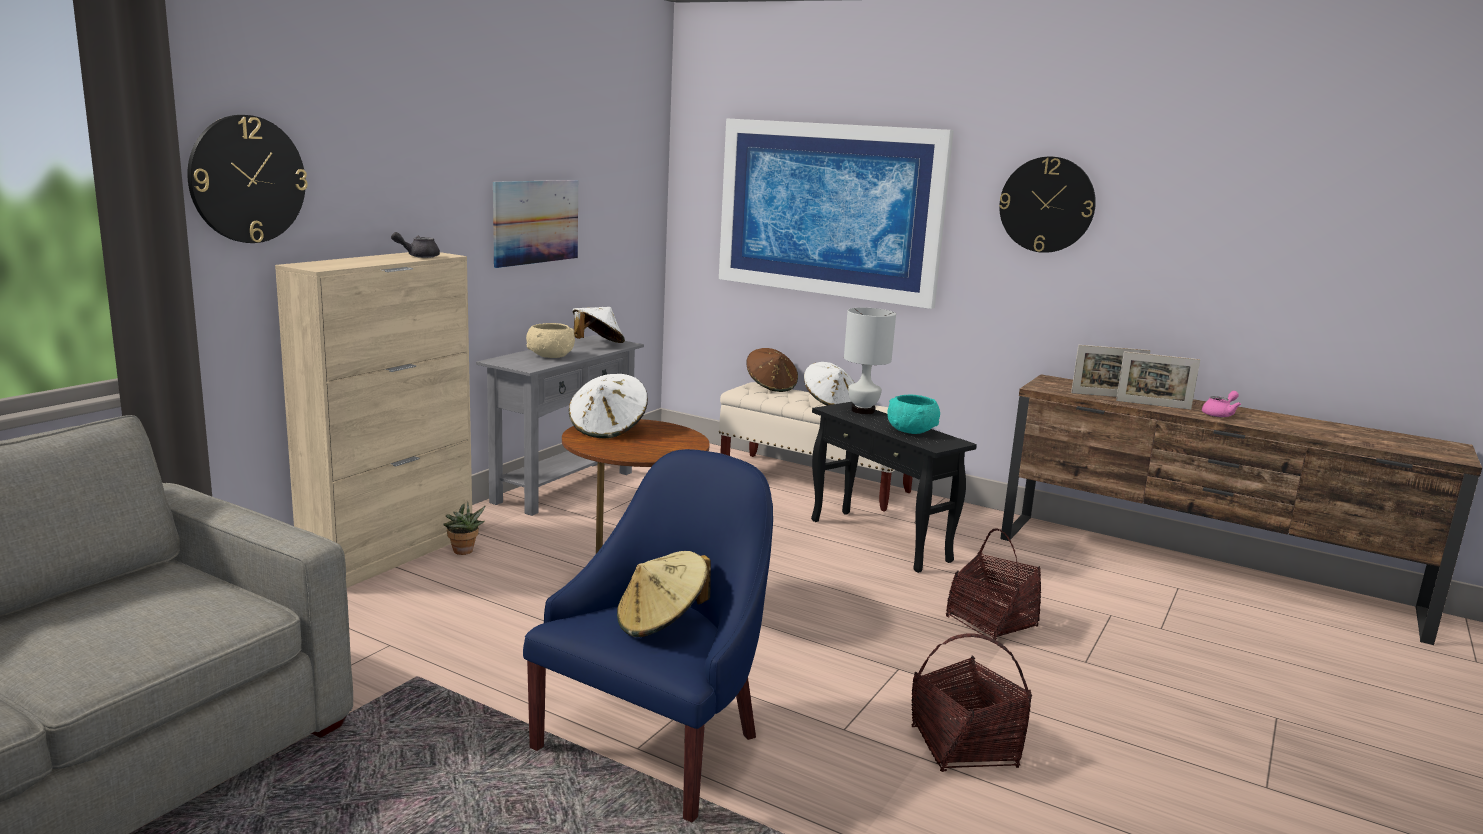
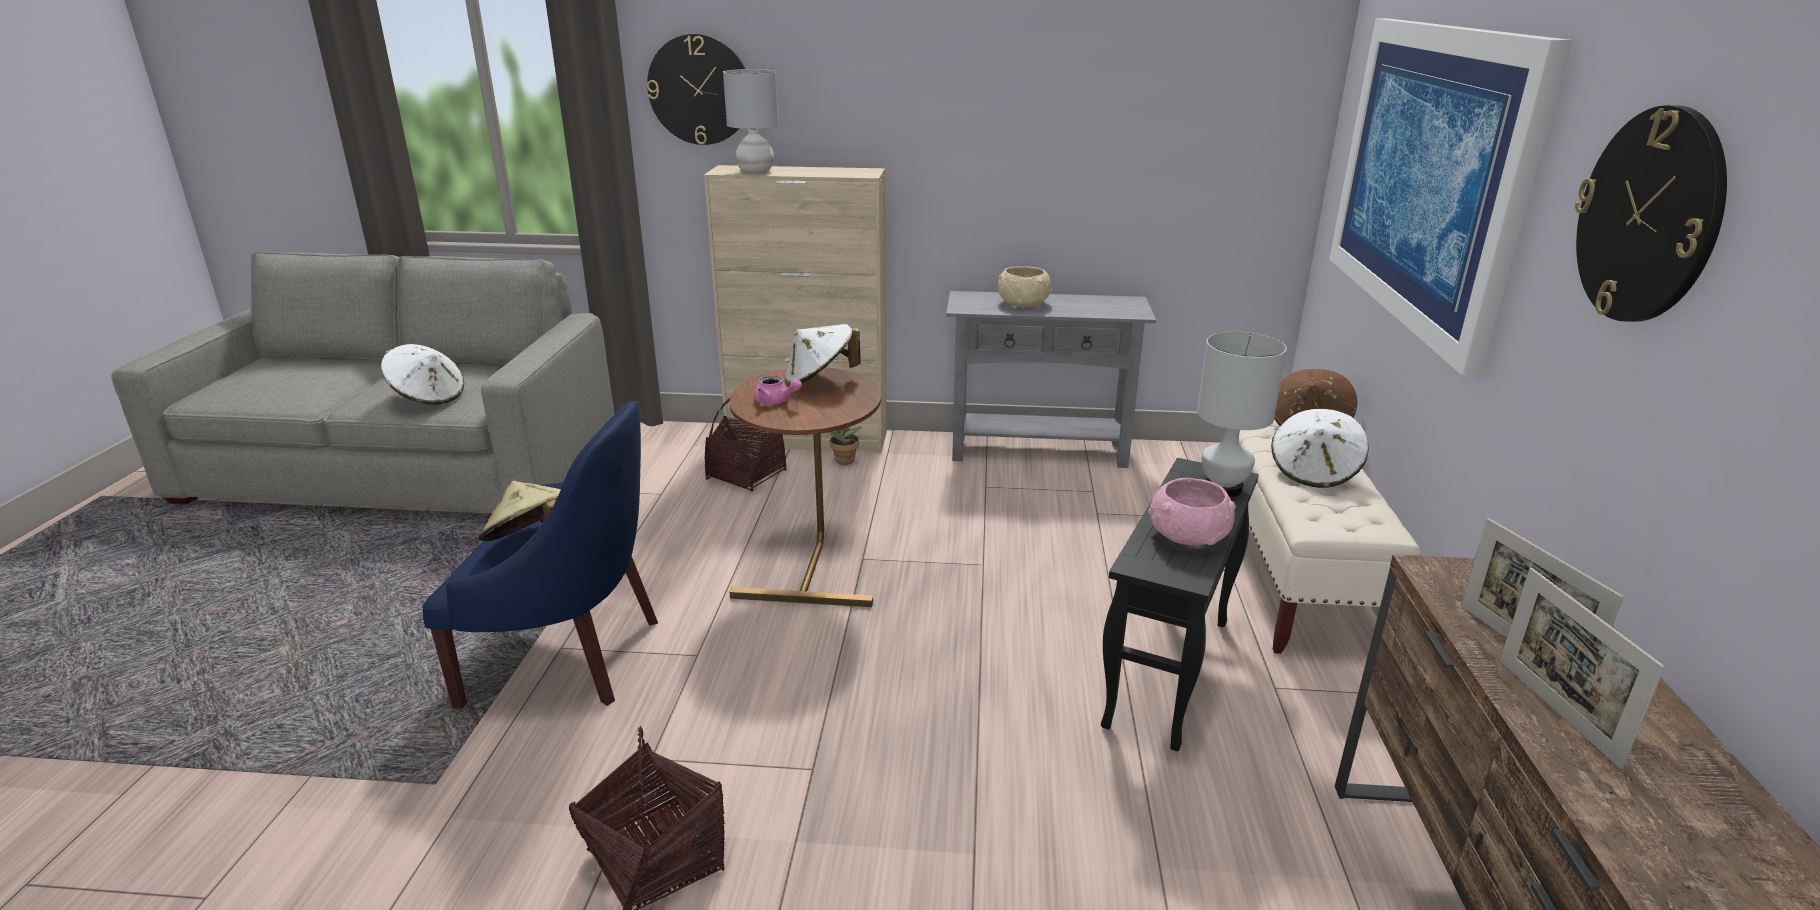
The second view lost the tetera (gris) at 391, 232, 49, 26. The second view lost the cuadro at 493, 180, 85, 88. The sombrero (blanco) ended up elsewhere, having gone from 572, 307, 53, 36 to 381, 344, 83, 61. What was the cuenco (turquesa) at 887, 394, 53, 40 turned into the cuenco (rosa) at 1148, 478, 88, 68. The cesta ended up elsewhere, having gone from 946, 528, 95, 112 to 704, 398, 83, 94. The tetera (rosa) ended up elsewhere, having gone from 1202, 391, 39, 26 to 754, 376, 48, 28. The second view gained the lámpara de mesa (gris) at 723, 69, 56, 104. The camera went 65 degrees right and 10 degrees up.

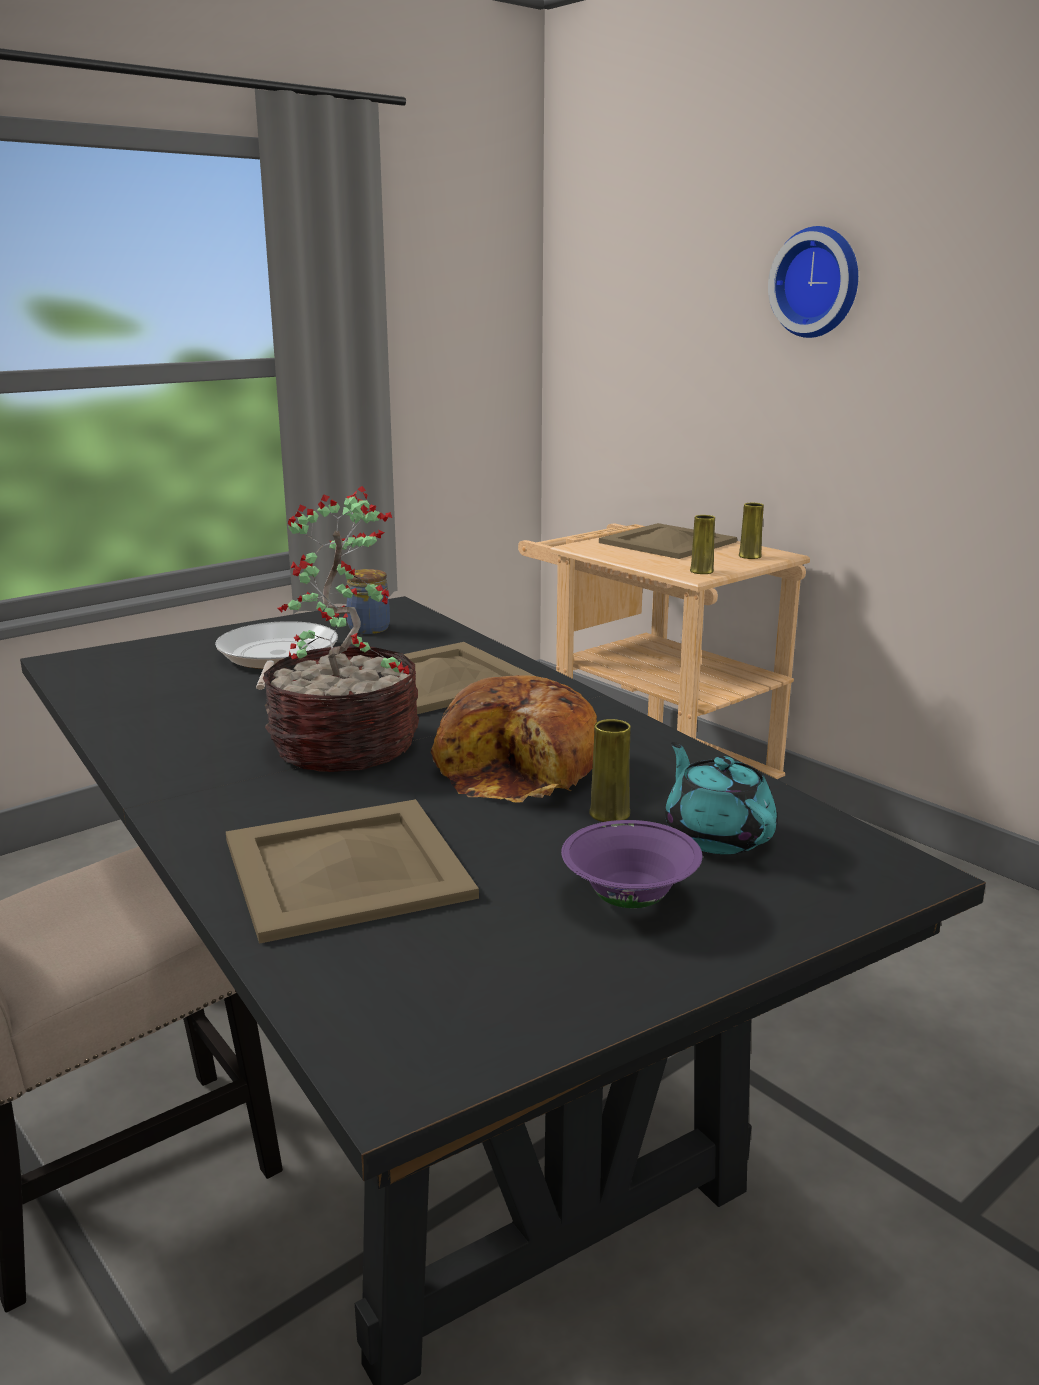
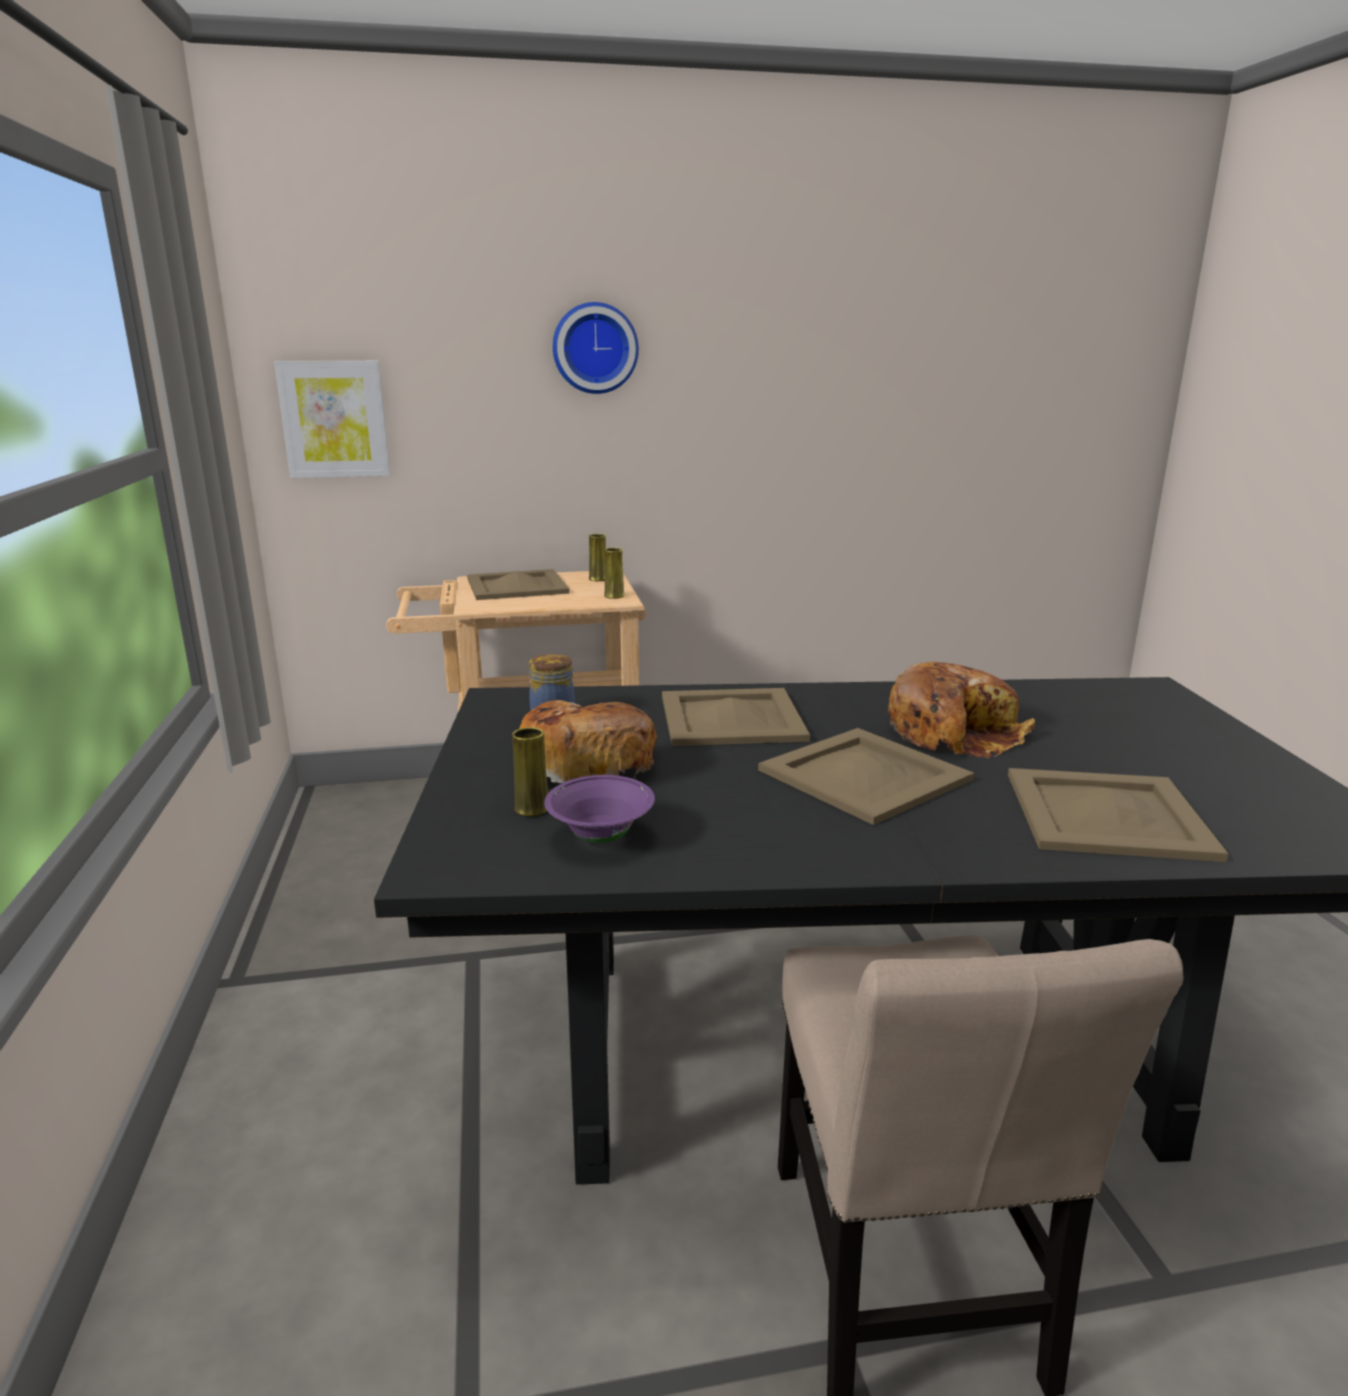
Where the sartén stood at 215, 621, 123, 69, the pan came to stand at 520, 700, 138, 83. Where the planta en maceta stood at 263, 486, 156, 286, the bandeja (beis) came to stand at 758, 728, 216, 97. The cuenco (morado) ended up elsewhere, having gone from 561, 820, 141, 88 to 544, 775, 111, 68. The florero (amarillo) ended up elsewhere, having gone from 589, 719, 42, 103 to 512, 727, 36, 90. The second view lost the tetera (turquesa) at 665, 742, 112, 112. The second view gained the cuadro at 274, 361, 116, 117. The camera went 60 degrees left and 0 degrees up.

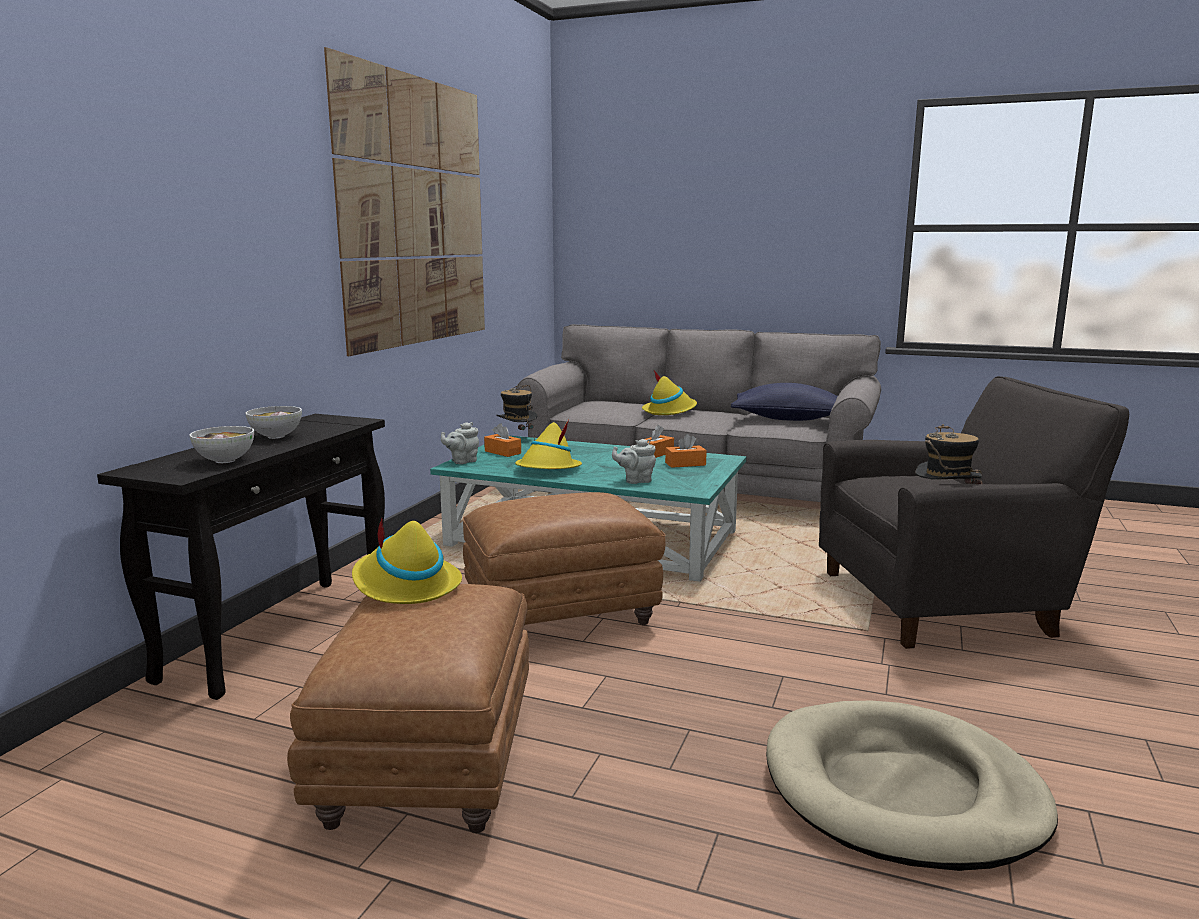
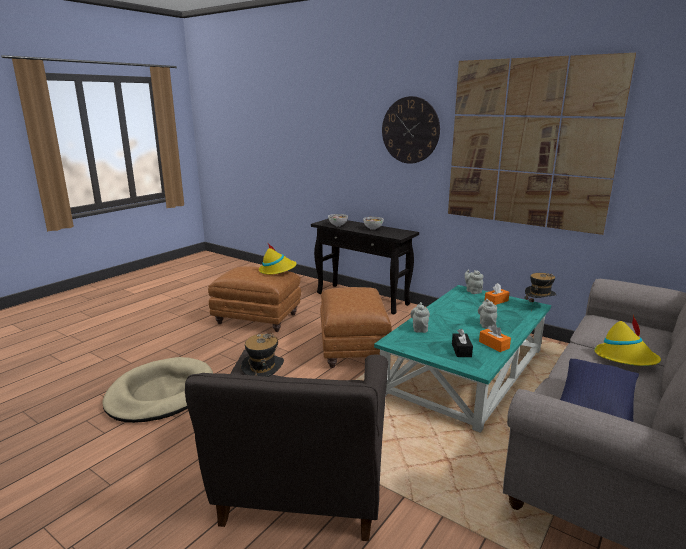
The second view lost the sombrero (amarillo) at 515, 419, 67, 50. What was the caja de pañuelos (naranja) at 665, 434, 42, 34 turned into the caja de pañuelos (negro) at 452, 329, 21, 28. The second view gained the reloj de pared at 382, 96, 58, 68. The second view gained the tetera (gris) at 478, 299, 19, 29. The camera went 105 degrees right and 5 degrees up.

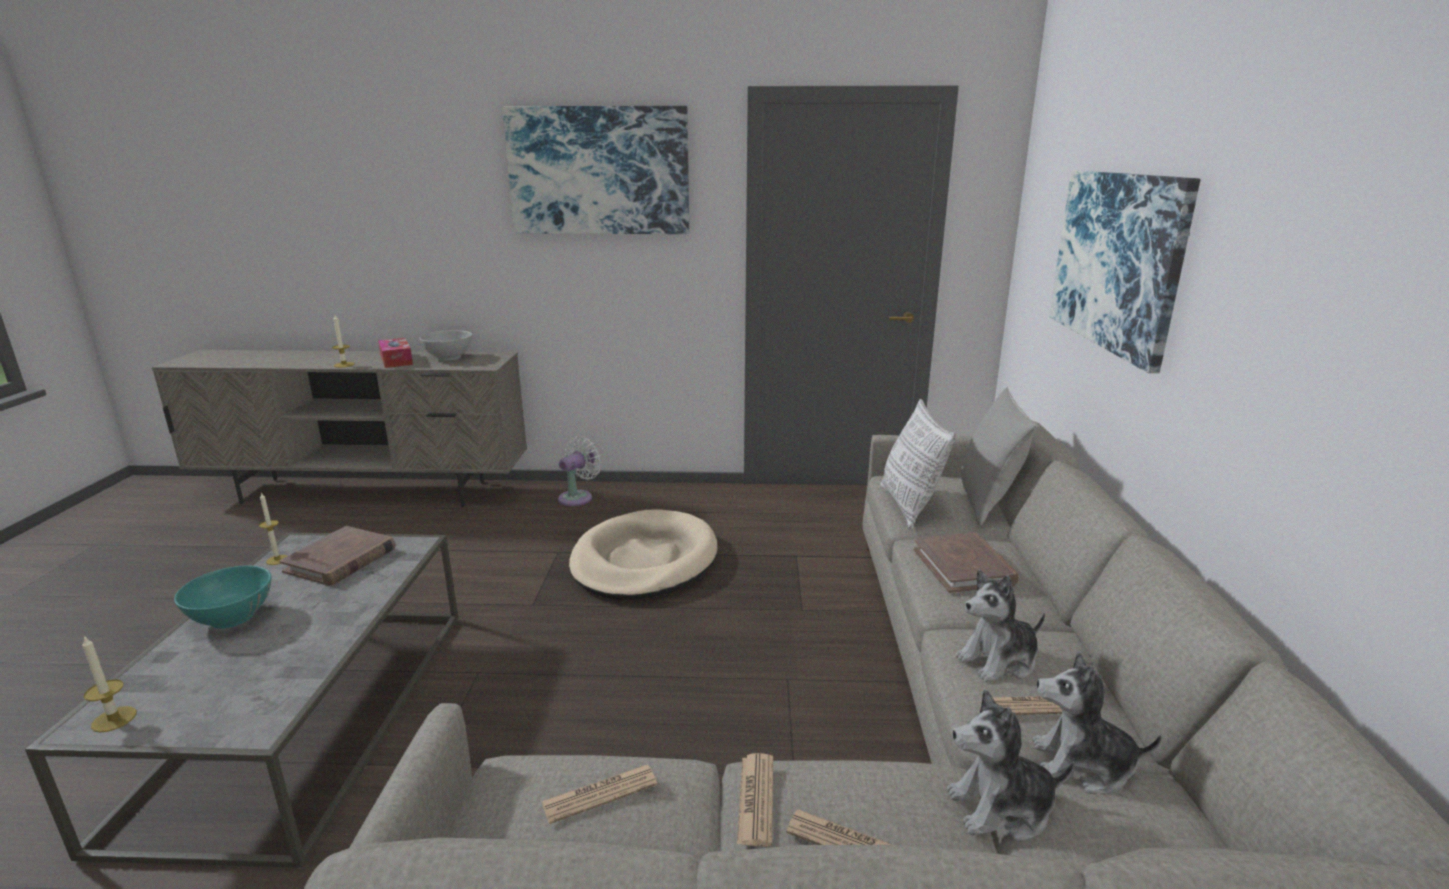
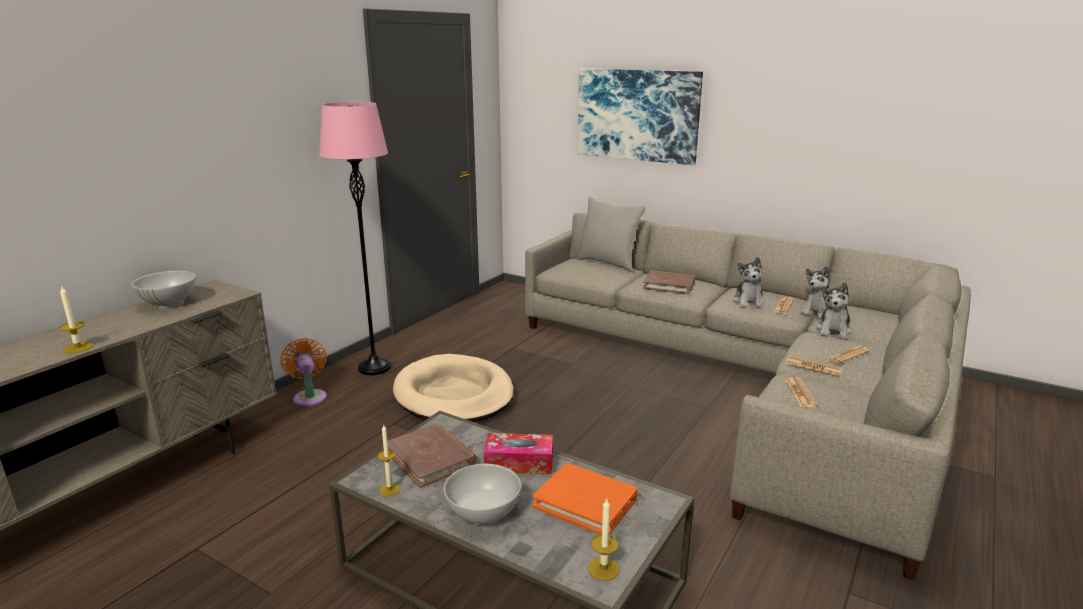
What was the cuenco (turquesa) at 174, 566, 97, 63 turned into the cuenco (blanco) at 443, 464, 78, 62. The caja de pañuelos ended up elsewhere, having gone from 378, 338, 35, 30 to 484, 433, 69, 41. The second view lost the cuadro at 502, 106, 187, 128. What was the ventilador (blanco) at 558, 436, 44, 70 turned into the ventilador (naranja) at 281, 338, 46, 69. The second view lost the cojín at 880, 399, 76, 130. The second view gained the lámpara de pie (rosa) at 319, 102, 72, 273. The second view gained the libro (naranja) at 532, 463, 106, 72. The camera went 60 degrees left and 0 degrees up.

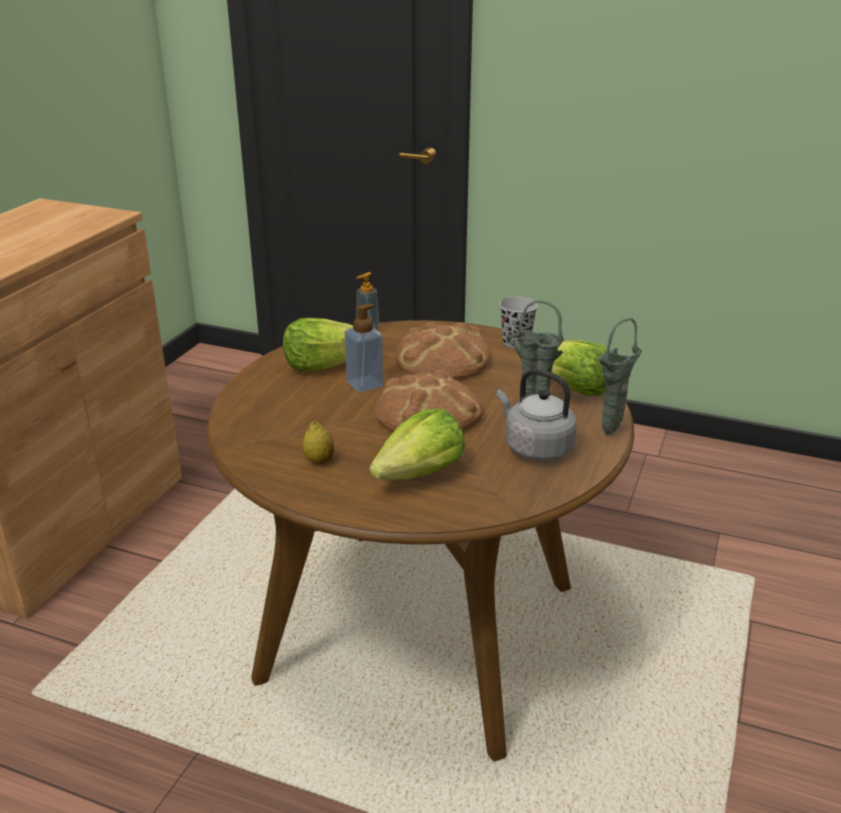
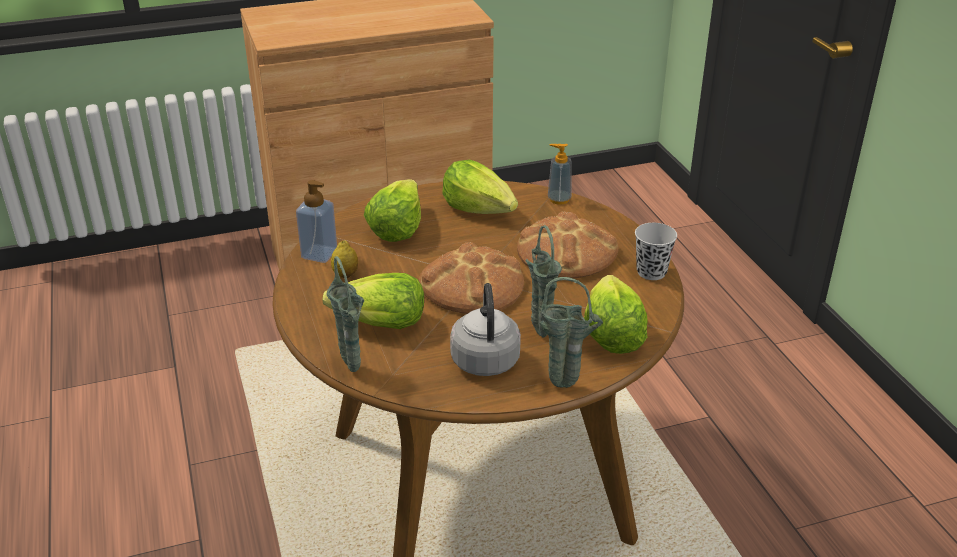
The dispensador de jabón ended up elsewhere, having gone from 344, 304, 40, 89 to 296, 180, 41, 83. The second view gained the florero (verde) at 326, 256, 38, 116. The second view gained the lechuga at 364, 179, 57, 63. The camera went 50 degrees right and 5 degrees up.

